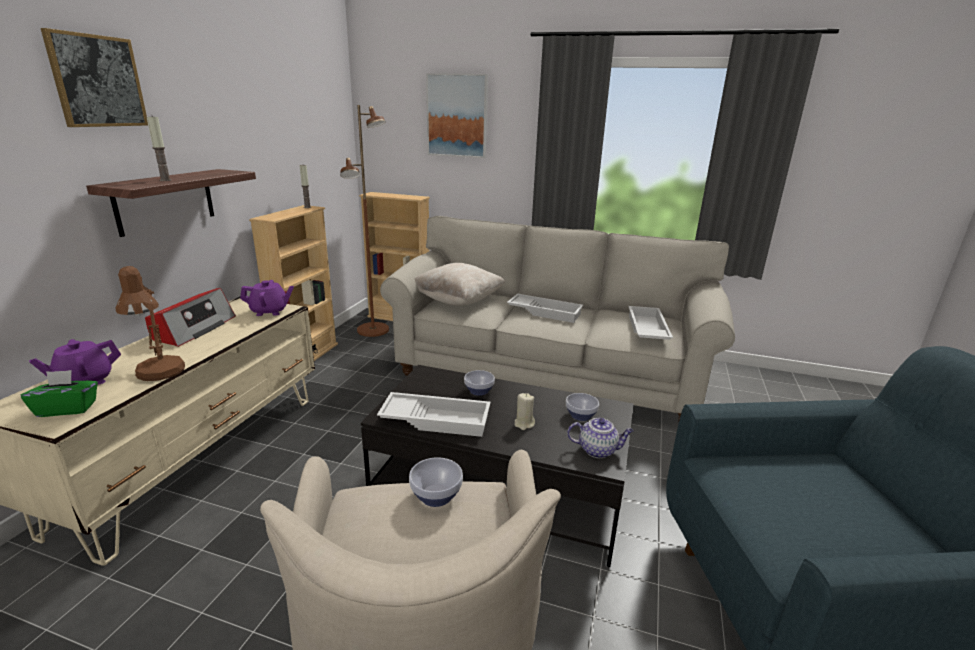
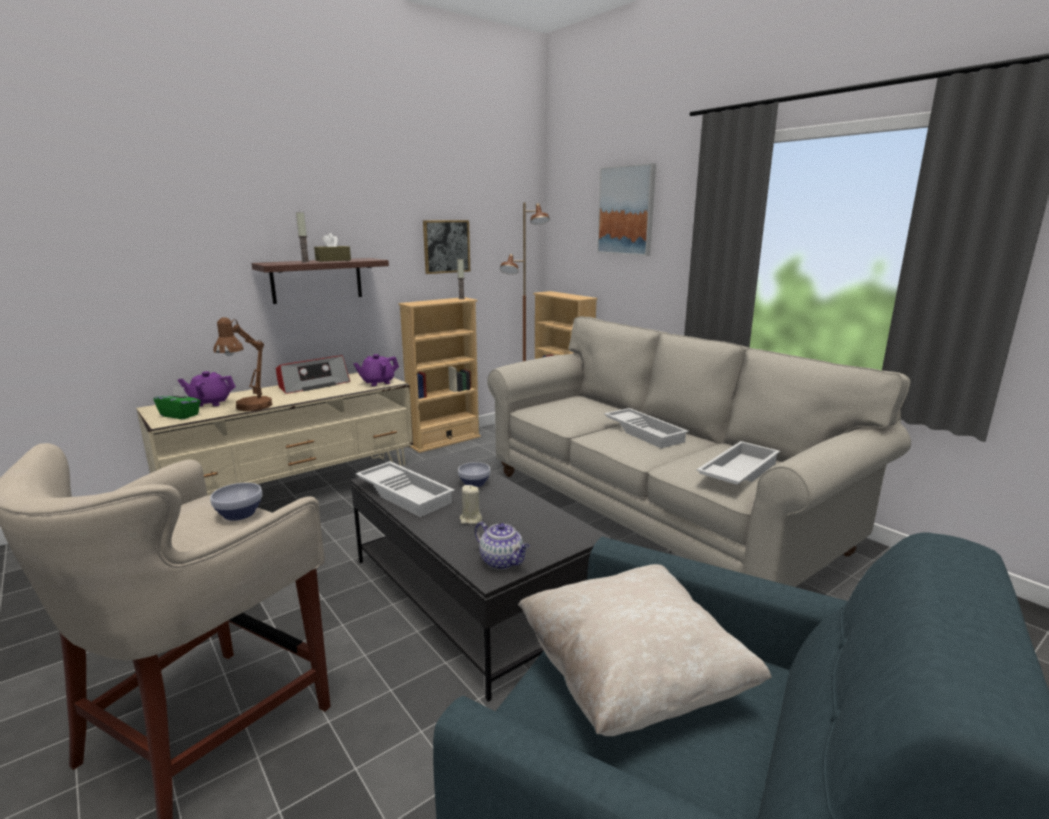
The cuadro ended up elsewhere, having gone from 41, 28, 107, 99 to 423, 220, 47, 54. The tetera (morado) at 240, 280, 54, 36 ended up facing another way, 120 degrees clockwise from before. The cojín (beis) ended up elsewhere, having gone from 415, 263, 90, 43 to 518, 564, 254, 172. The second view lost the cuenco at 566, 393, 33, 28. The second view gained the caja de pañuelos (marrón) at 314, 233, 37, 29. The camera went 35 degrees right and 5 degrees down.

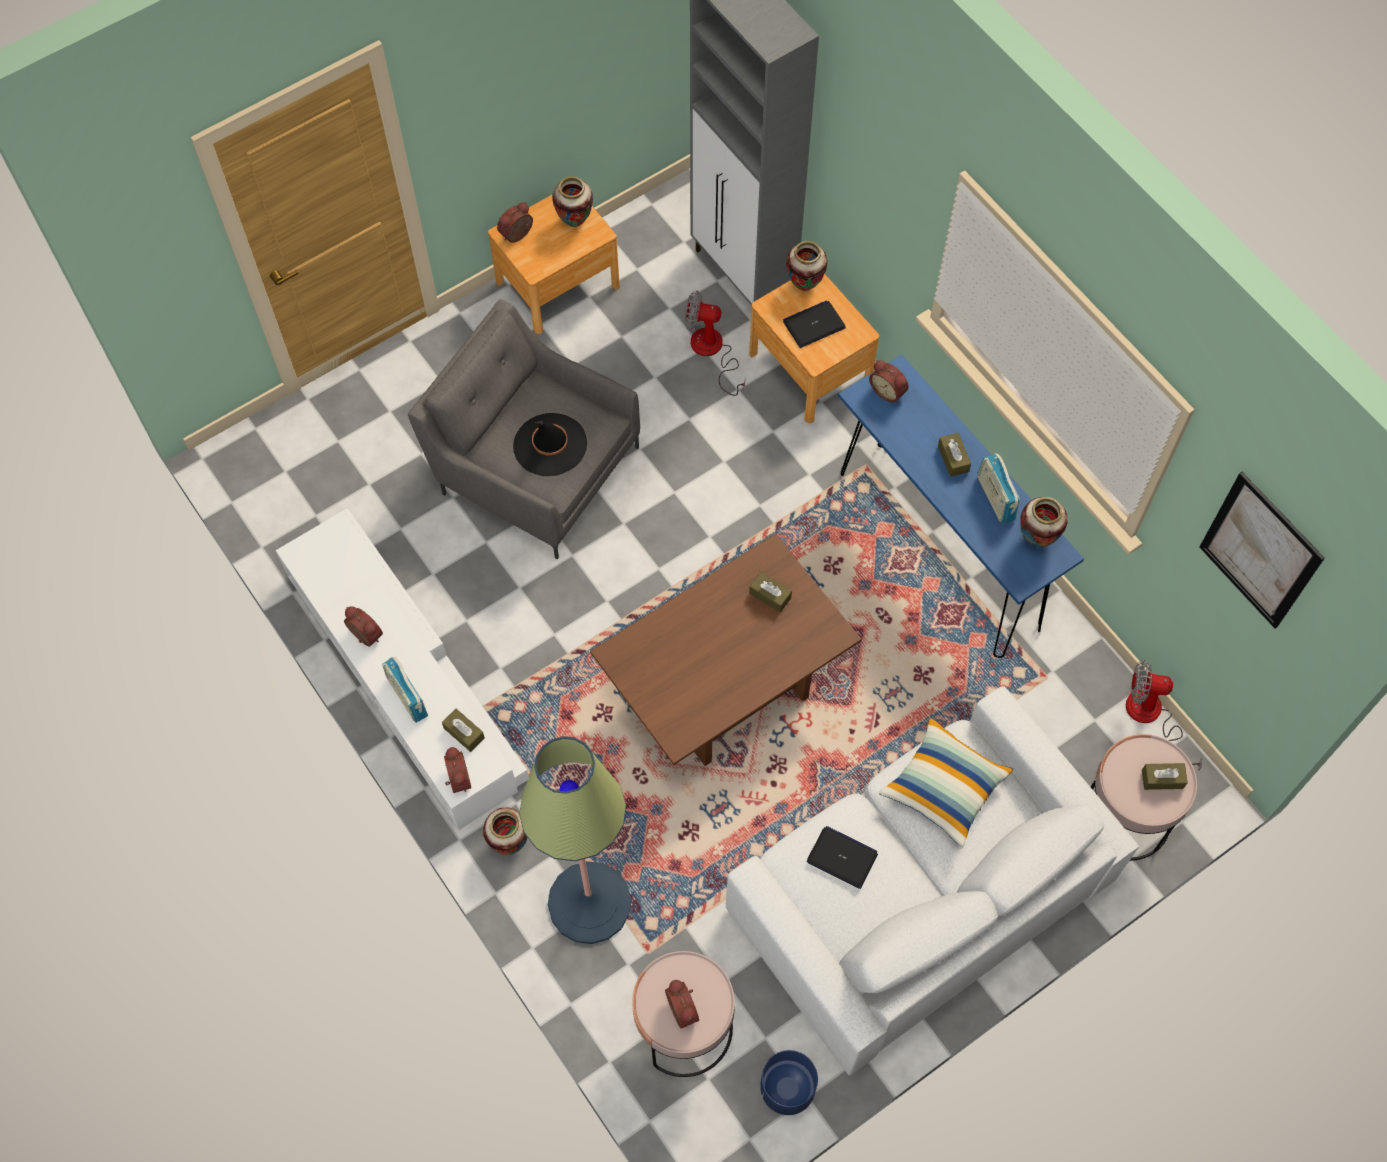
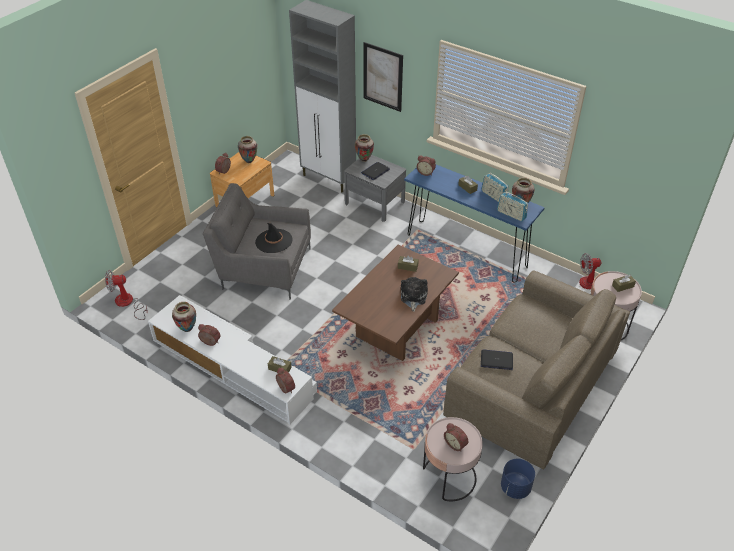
The radio ended up elsewhere, having gone from 382, 656, 46, 67 to 497, 191, 31, 31. The florero ended up elsewhere, having gone from 483, 807, 44, 48 to 172, 302, 24, 30. The second view lost the lámpara de pie at 519, 736, 112, 208. The ventilador ended up elsewhere, having gone from 685, 291, 61, 105 to 105, 270, 43, 50. What was the sofá (blanco) at 726, 686, 413, 389 turned into the sofá (marrón) at 443, 270, 187, 199. What was the mesita de noche (marrón) at 749, 274, 130, 149 turned into the mesita de noche (gris) at 344, 155, 62, 67. The second view lost the cojín at 879, 717, 135, 130. The cuadro ended up elsewhere, having gone from 1199, 472, 126, 157 to 363, 42, 40, 70. The second view gained the peluche at 401, 277, 27, 35. The camera went 20 degrees left and 20 degrees down.

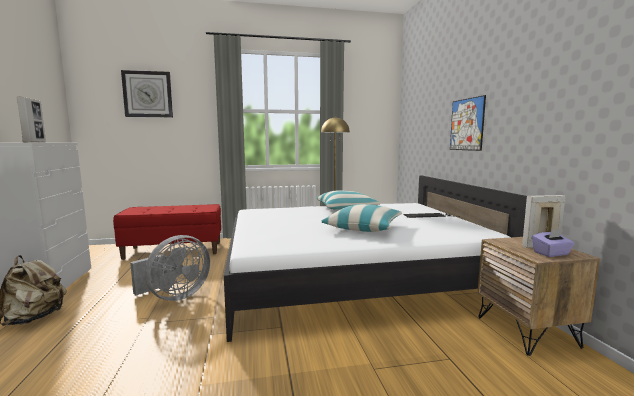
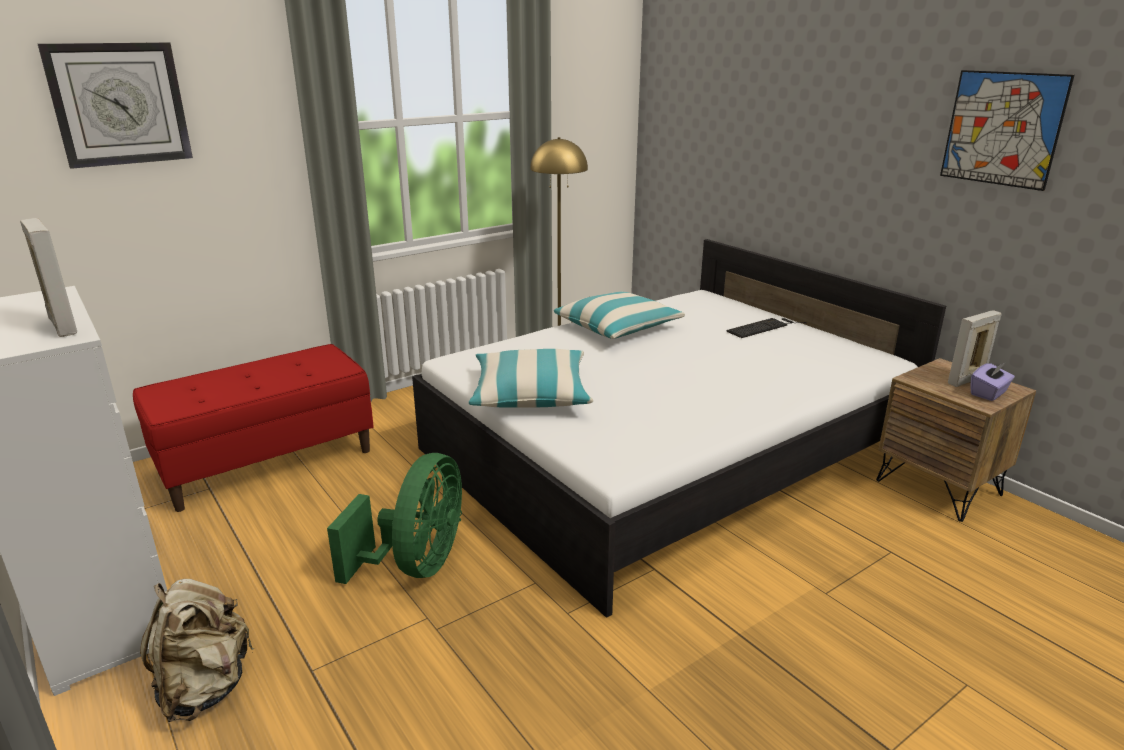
What was the ventilador (gris) at 130, 235, 80, 66 turned into the ventilador (verde) at 327, 453, 135, 131. The cojín ended up elsewhere, having gone from 322, 204, 80, 28 to 469, 349, 124, 58. The cuadro ended up elsewhere, having gone from 450, 95, 36, 56 to 940, 70, 135, 121. The camera went 25 degrees left and 15 degrees up.

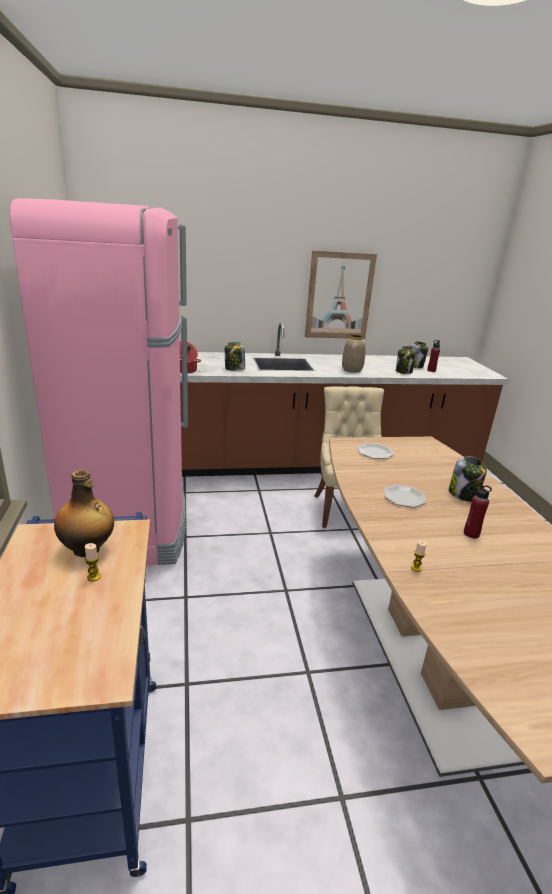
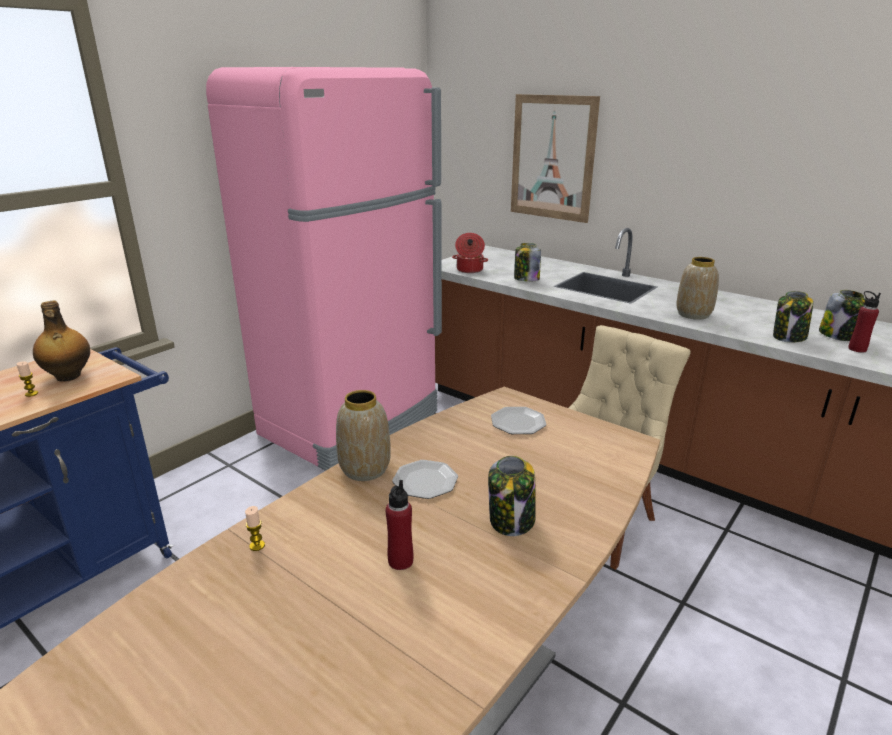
The cuadro ended up elsewhere, having gone from 305, 250, 72, 89 to 511, 94, 89, 129. The second view gained the florero at 336, 390, 55, 91. The camera went 50 degrees right and 0 degrees up.

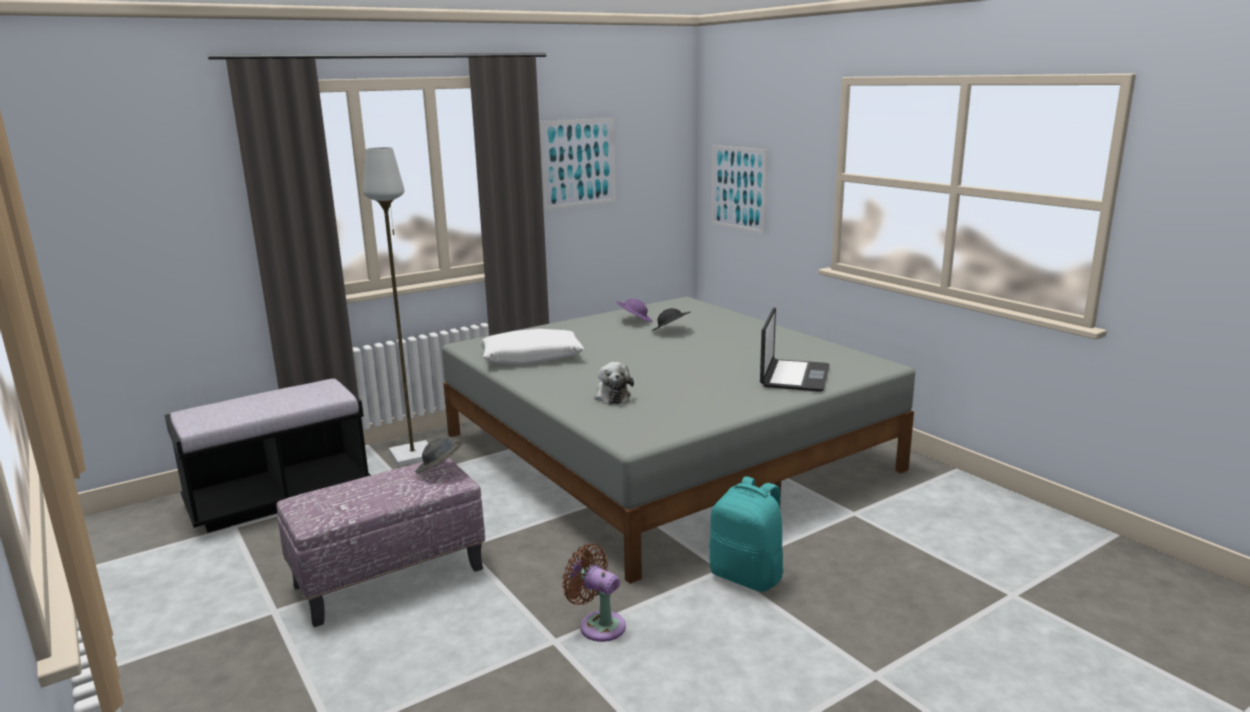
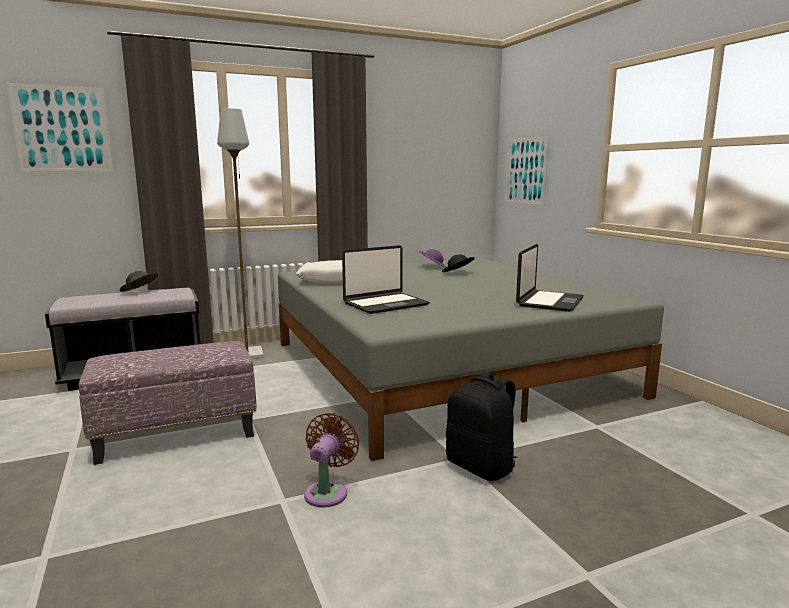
The sombrero (gris) ended up elsewhere, having gone from 415, 438, 52, 35 to 119, 271, 39, 21. The cuadro ended up elsewhere, having gone from 540, 118, 75, 92 to 7, 83, 106, 88. The ventilador (marrón) at 562, 544, 64, 98 ended up facing another way, 60 degrees clockwise from before. Where the peluche stood at 594, 362, 40, 43, the portátil came to stand at 342, 245, 88, 69. What was the mochila (turquesa) at 709, 476, 75, 116 turned into the mochila (negro) at 446, 372, 71, 109. The camera went 10 degrees right and 5 degrees down.

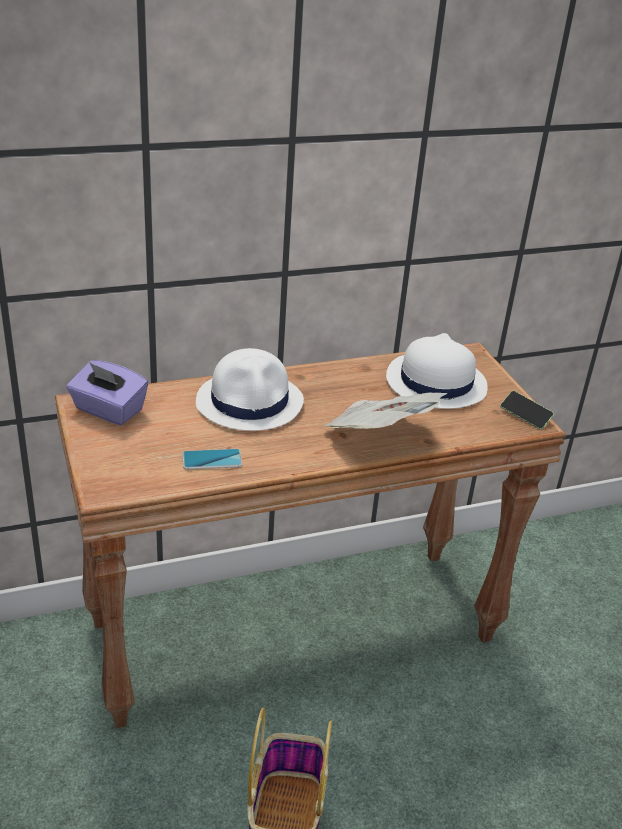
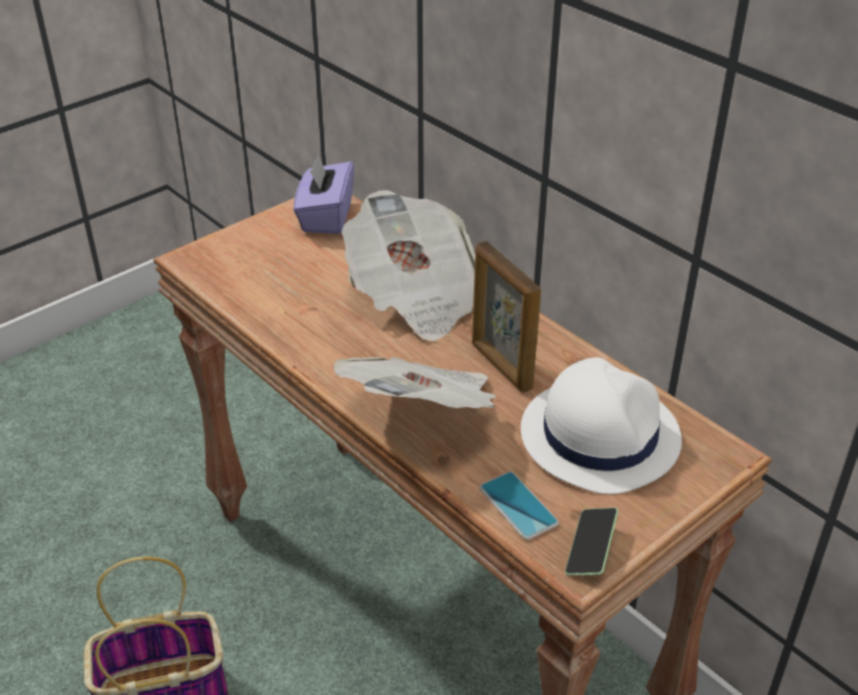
The móvil ended up elsewhere, having gone from 182, 449, 61, 21 to 479, 472, 80, 68. Where the sombrero (blanco) stood at 196, 348, 108, 83, the periódico came to stand at 342, 190, 133, 151. The second view gained the portarretratos at 472, 241, 69, 152. The camera went 70 degrees right and 5 degrees up.

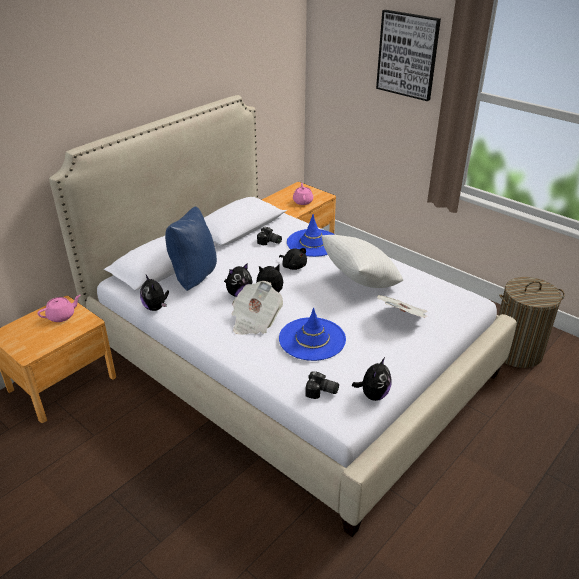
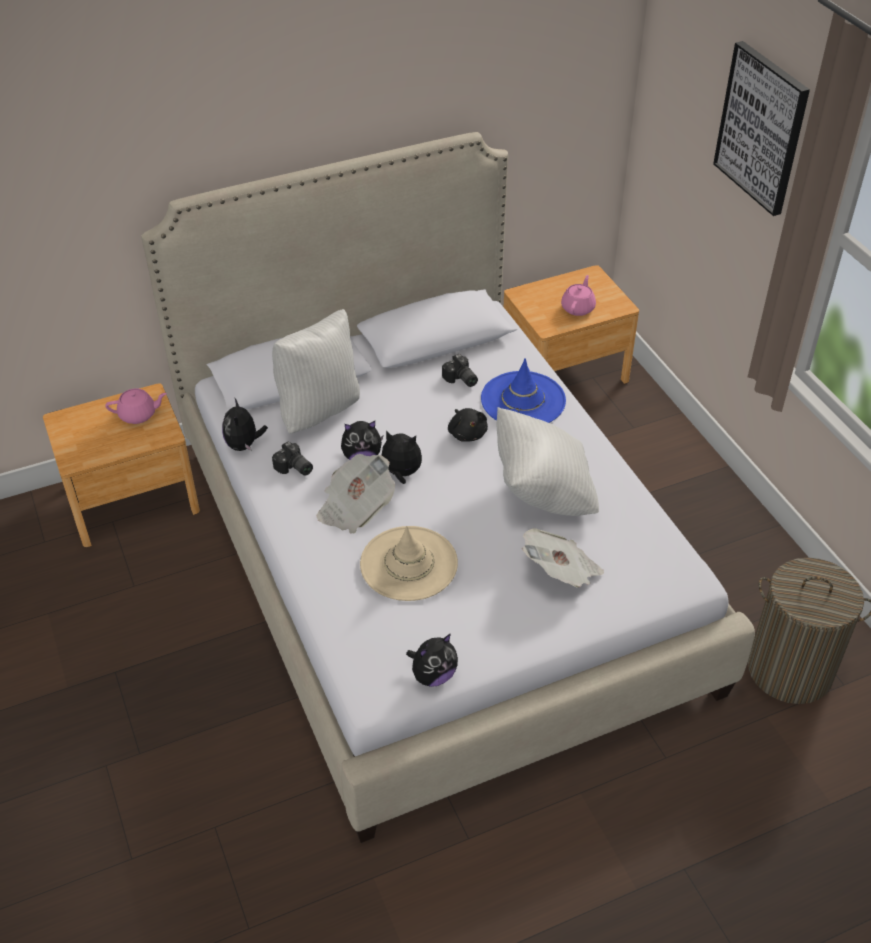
What was the cojín (azul) at 165, 206, 52, 85 turned into the cojín (blanco) at 272, 309, 88, 125. What was the sombrero (azul) at 279, 308, 67, 53 turned into the sombrero (beis) at 360, 526, 98, 75. The cámara ended up elsewhere, having gone from 305, 371, 34, 28 to 272, 441, 41, 35. The camera went 25 degrees right and 10 degrees up.

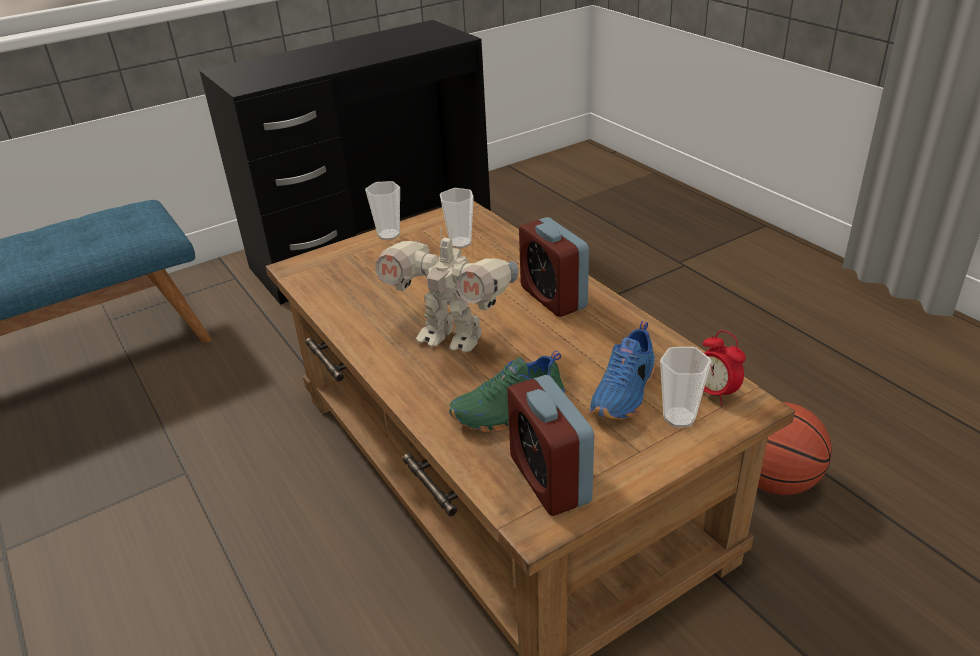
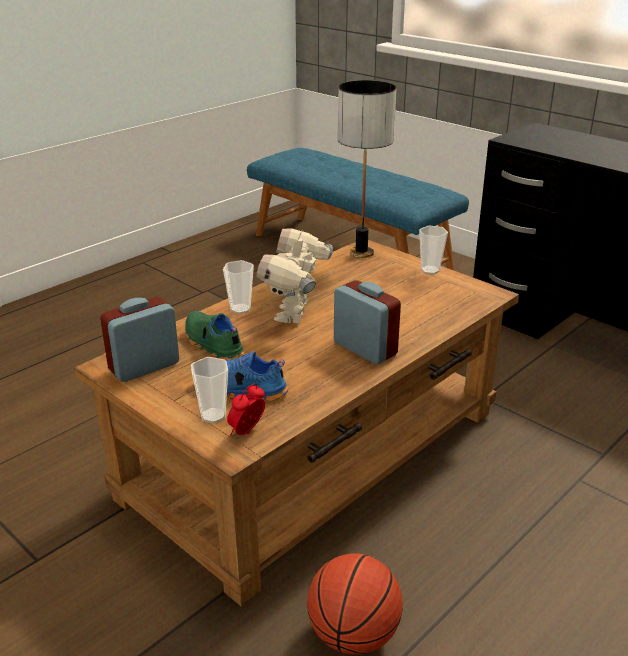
The taza ended up elsewhere, having gone from 440, 188, 34, 60 to 223, 260, 31, 54. The despertador at 519, 217, 70, 100 ended up facing another way, 90 degrees clockwise from before. The second view gained the lámpara de mesa at 338, 80, 58, 178. The camera went 75 degrees right and 5 degrees down.

